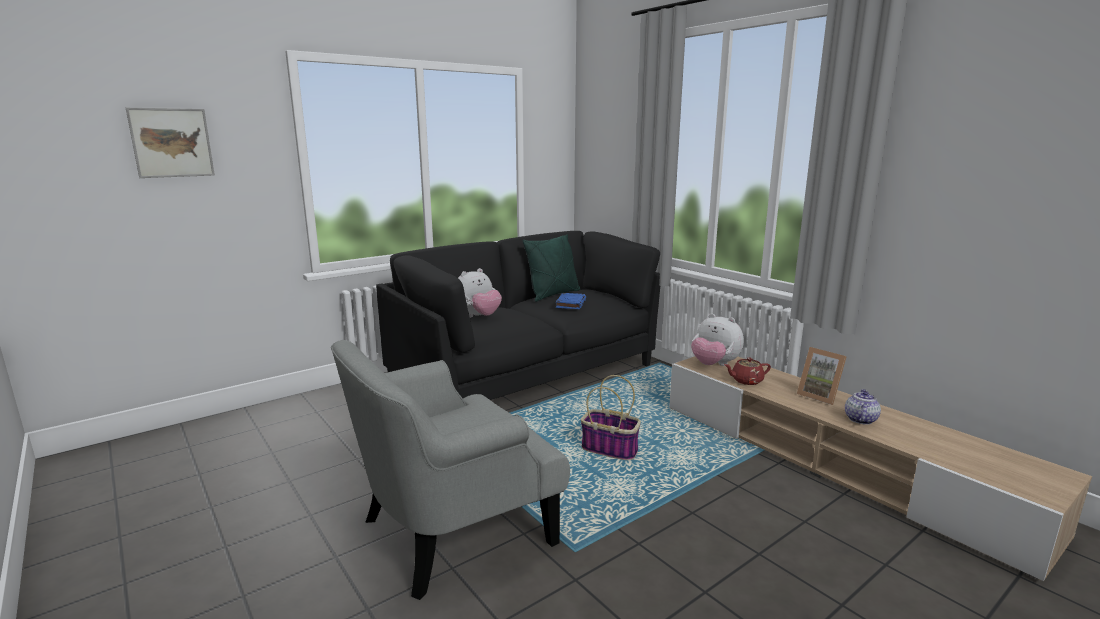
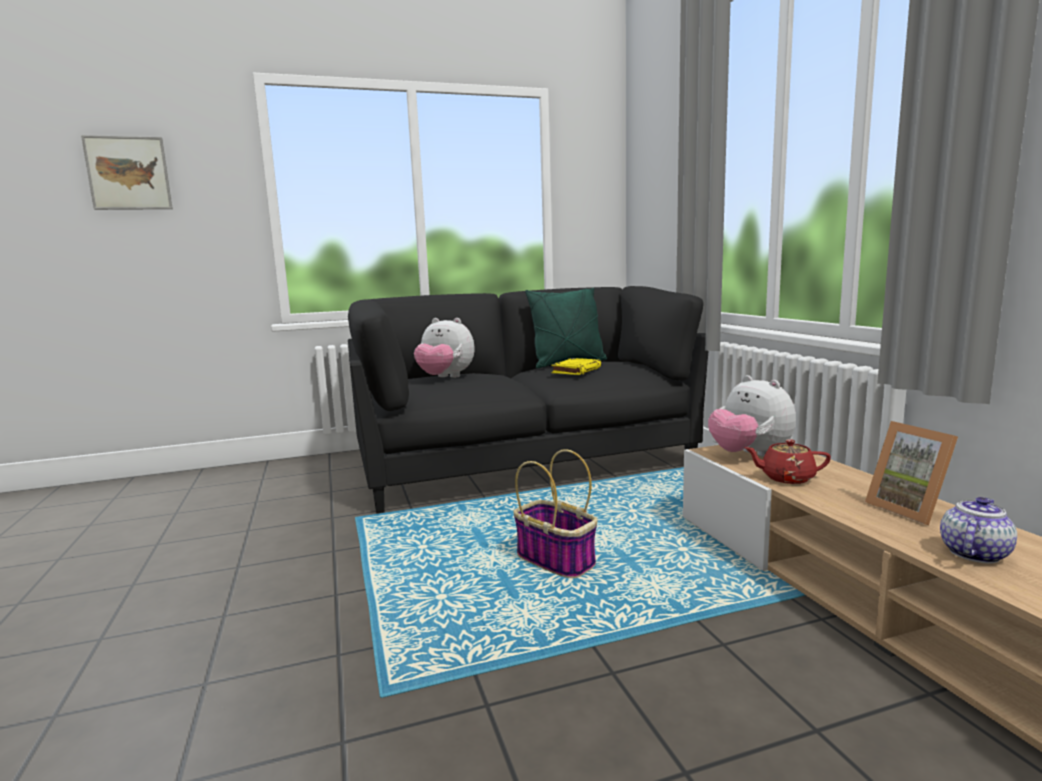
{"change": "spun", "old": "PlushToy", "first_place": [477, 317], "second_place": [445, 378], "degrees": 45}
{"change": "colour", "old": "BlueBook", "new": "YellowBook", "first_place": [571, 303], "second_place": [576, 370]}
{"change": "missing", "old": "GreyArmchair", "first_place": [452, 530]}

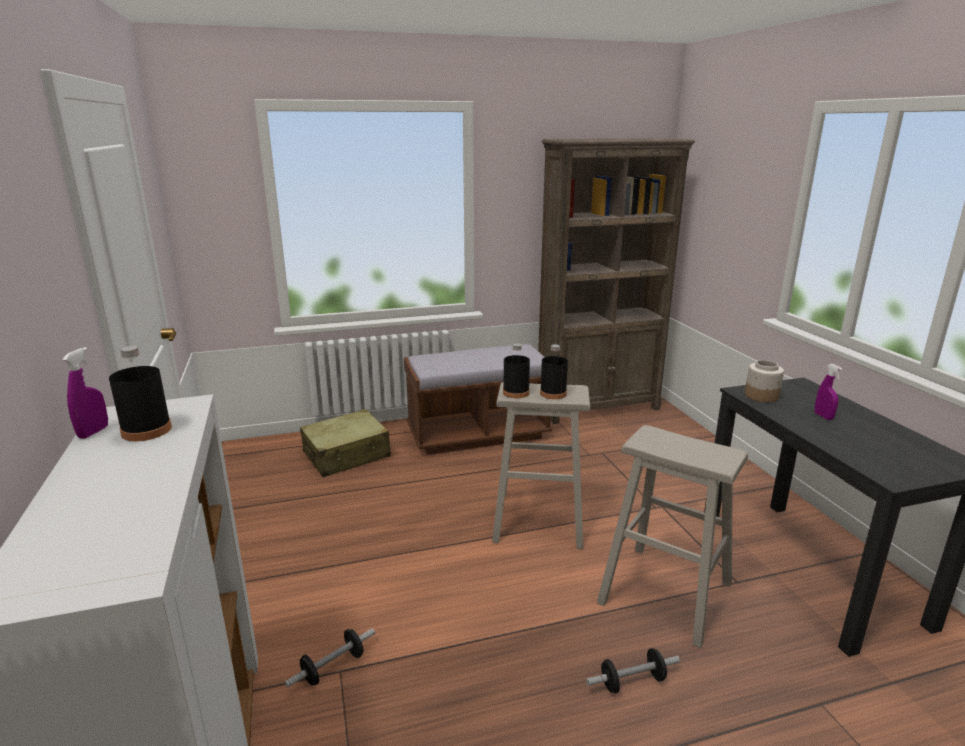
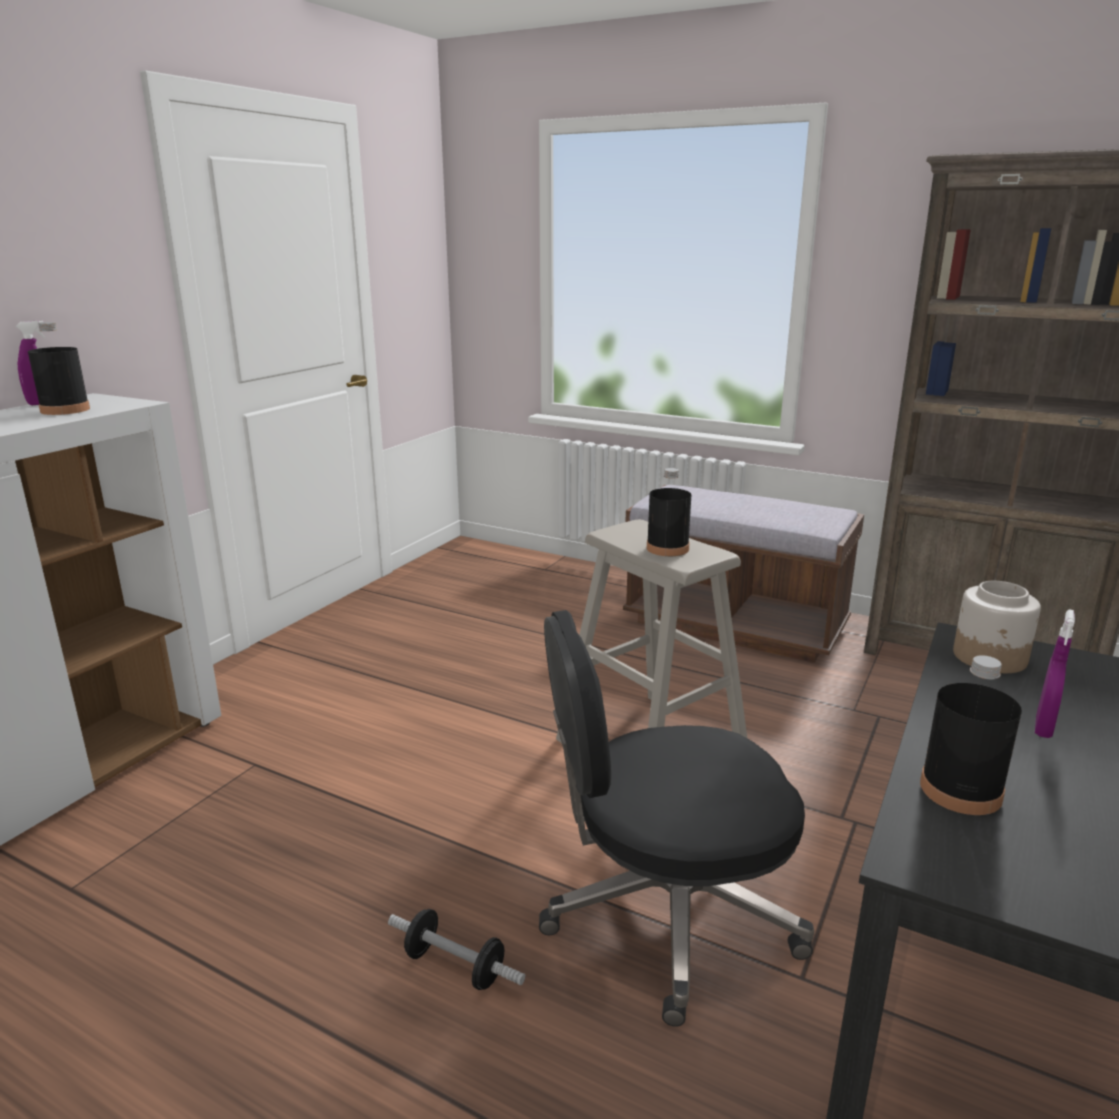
{"change": "relocated", "old": "BlackBottle", "first_place": [516, 393], "second_place": [960, 790]}
{"change": "missing", "old": "BeigeSuitcase", "first_place": [347, 455]}
{"change": "exchanged", "old": "BeigeStool", "new": "BlackOfficeChair", "first_place": [665, 592], "second_place": [666, 914]}
{"change": "missing", "old": "Dumbbell", "first_place": [333, 667]}

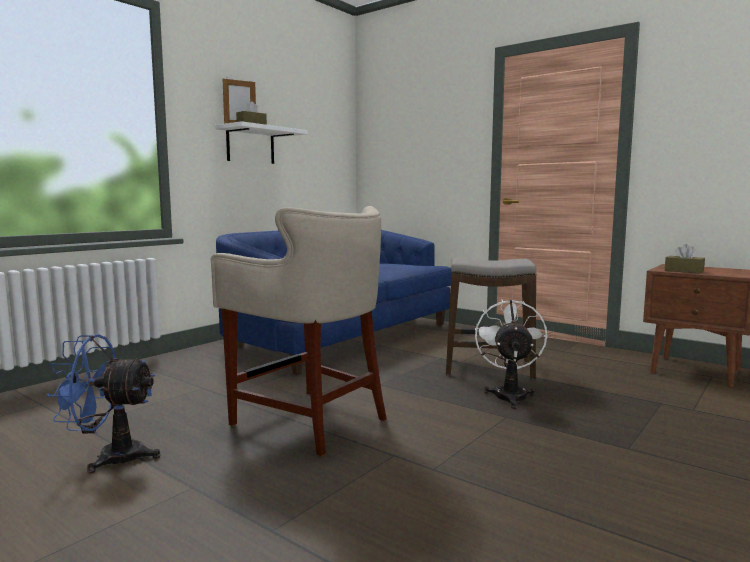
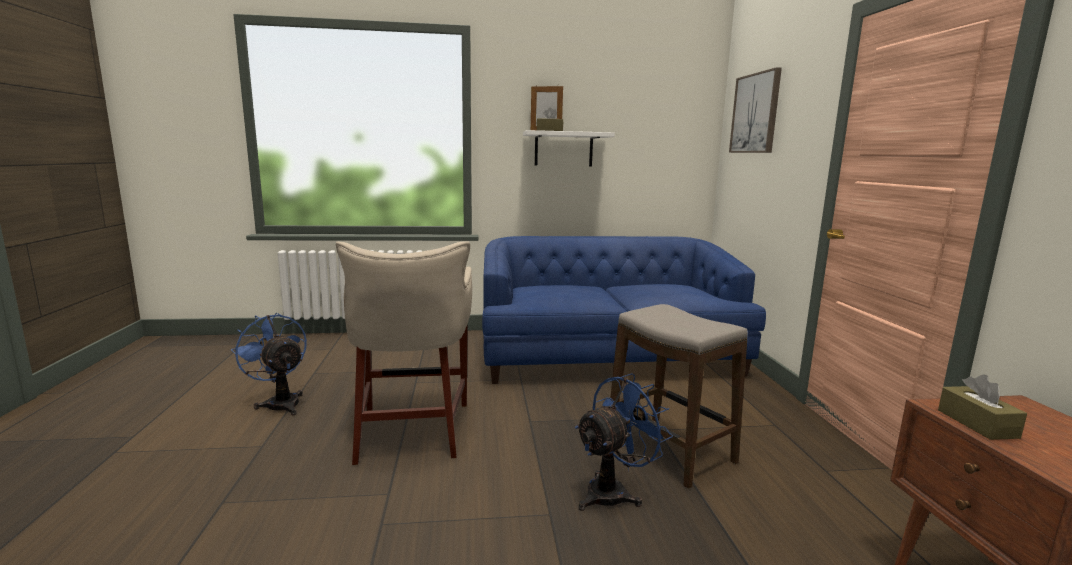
{"change": "colour", "old": "WhiteFan", "new": "BlueFan", "first_place": [509, 394], "second_place": [614, 492]}
{"change": "appeared", "new": "Picture", "second_place": [755, 113]}

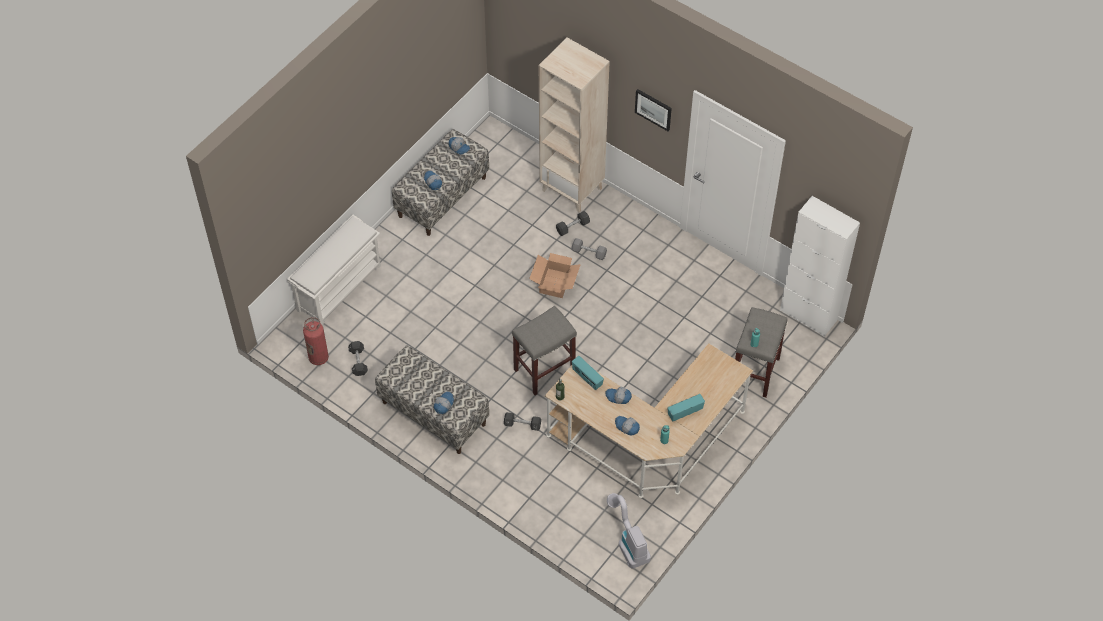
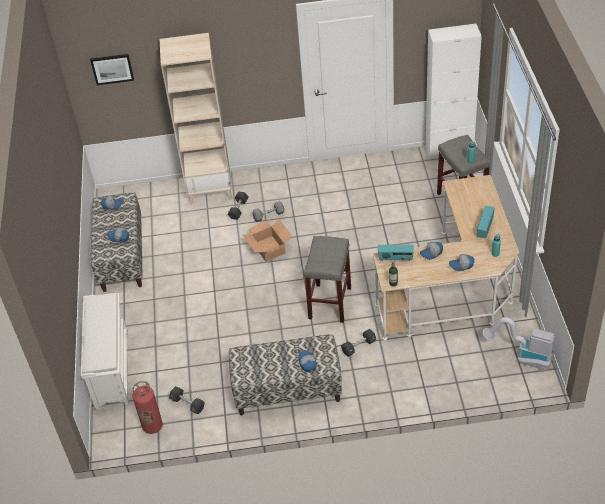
{"change": "relocated", "old": "Picture", "first_place": [653, 109], "second_place": [112, 68]}

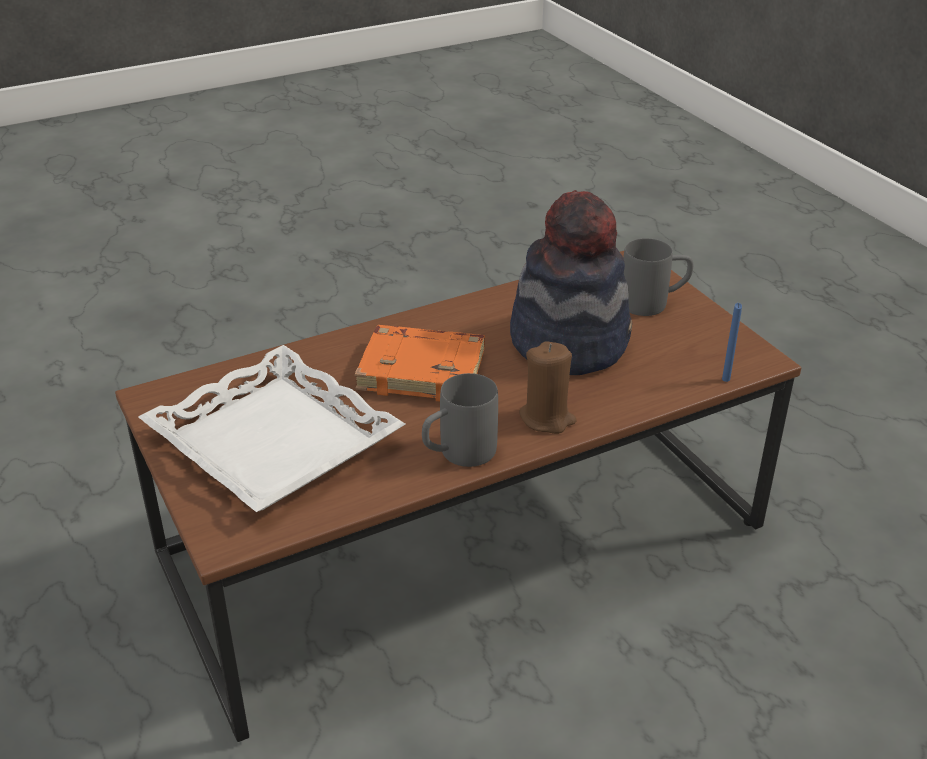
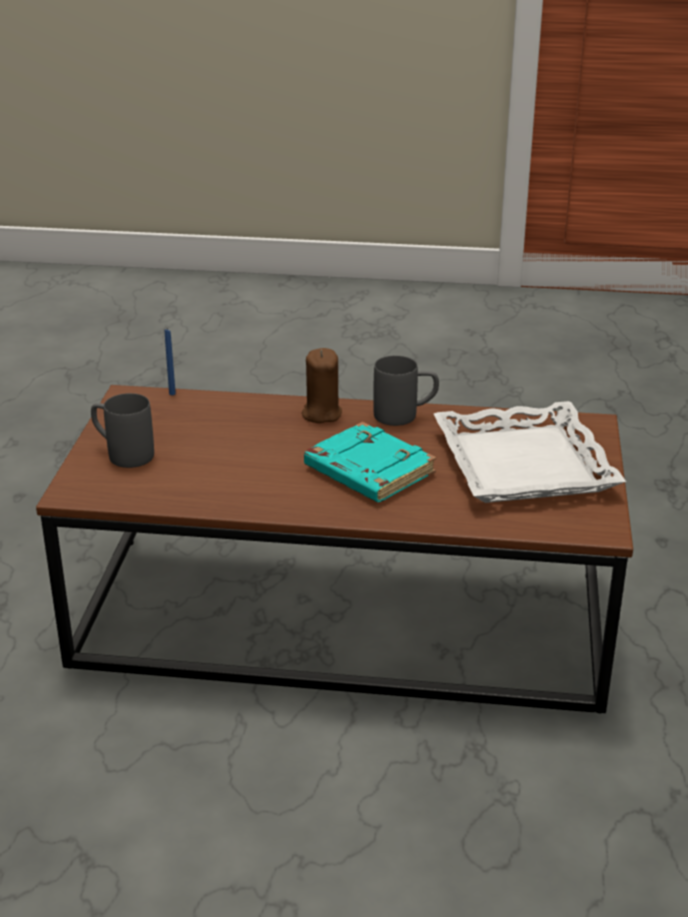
{"change": "missing", "old": "Hat", "first_place": [569, 342]}
{"change": "colour", "old": "OrangeBook", "new": "TurquoiseBook", "first_place": [423, 370], "second_place": [367, 471]}

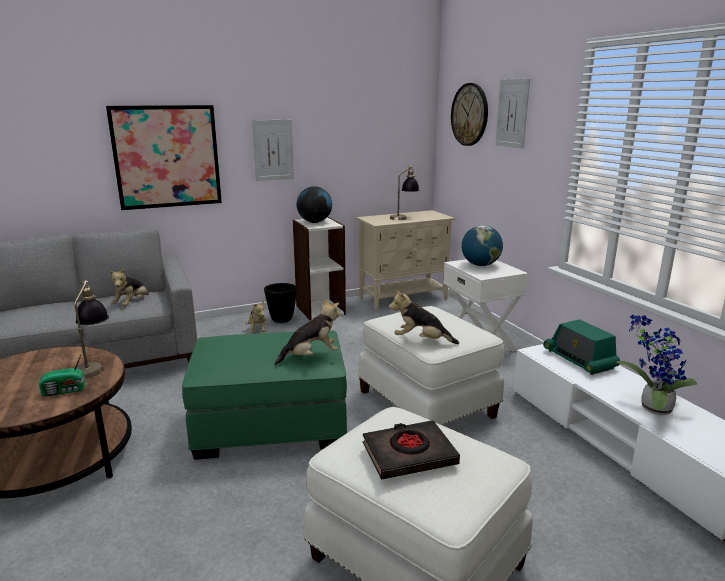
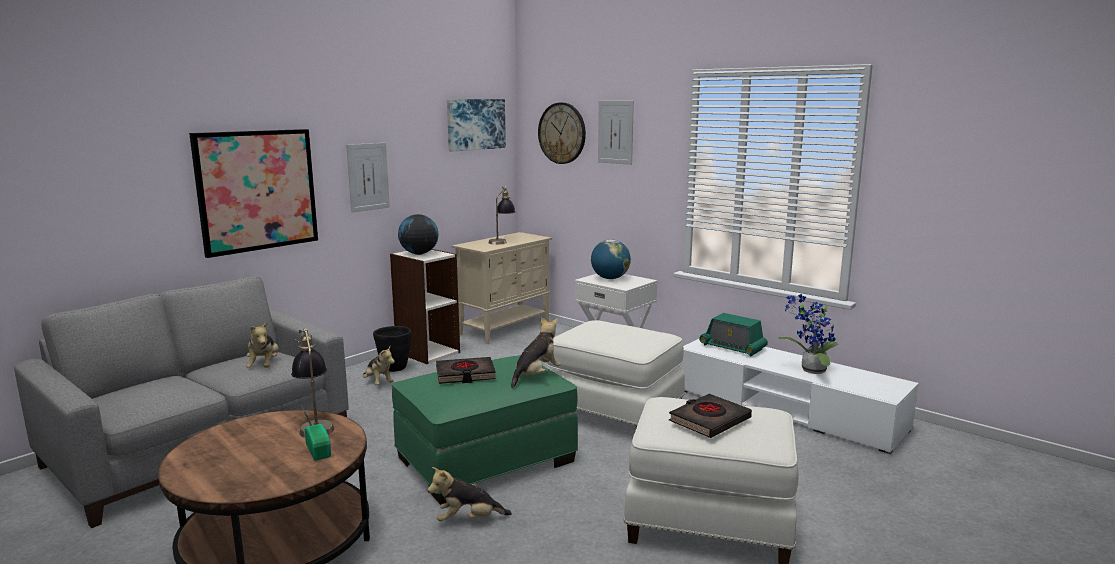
{"change": "relocated", "old": "PlushToy", "first_place": [421, 340], "second_place": [468, 520]}
{"change": "spun", "old": "Radio", "first_place": [65, 391], "second_place": [319, 450], "degrees": -75}
{"change": "appeared", "new": "Picture", "second_place": [475, 124]}
{"change": "appeared", "new": "BlackBook", "second_place": [465, 374]}

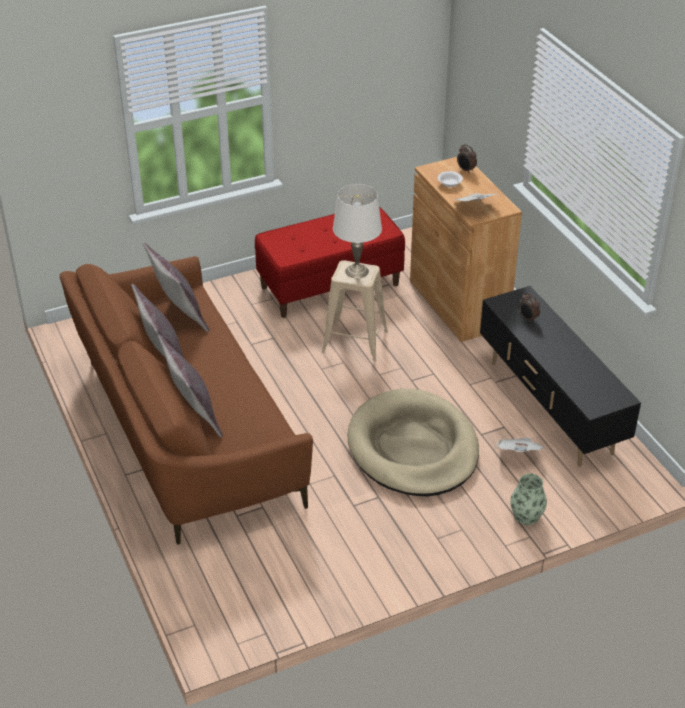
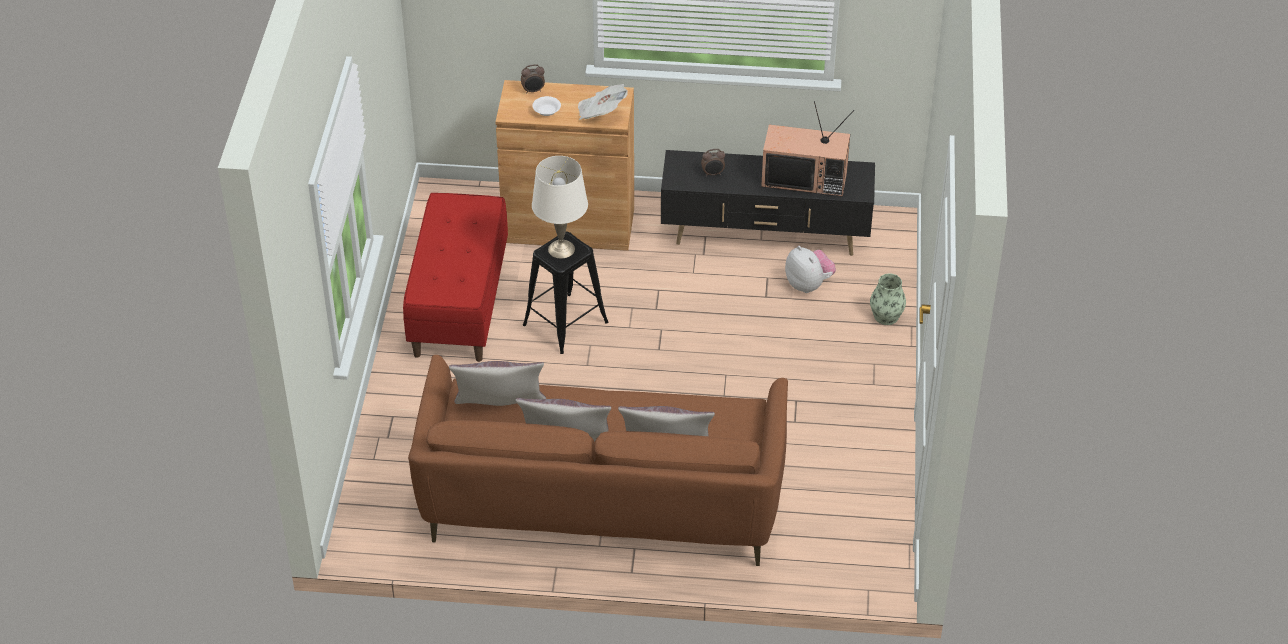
{"change": "colour", "old": "BeigeStool", "new": "BlackStool", "first_place": [355, 341], "second_place": [565, 323]}
{"change": "missing", "old": "BeigeDogBed", "first_place": [413, 448]}
{"change": "exchanged", "old": "Newspaper", "new": "PlushToy", "first_place": [519, 453], "second_place": [808, 284]}
{"change": "appeared", "new": "Television", "second_place": [805, 177]}

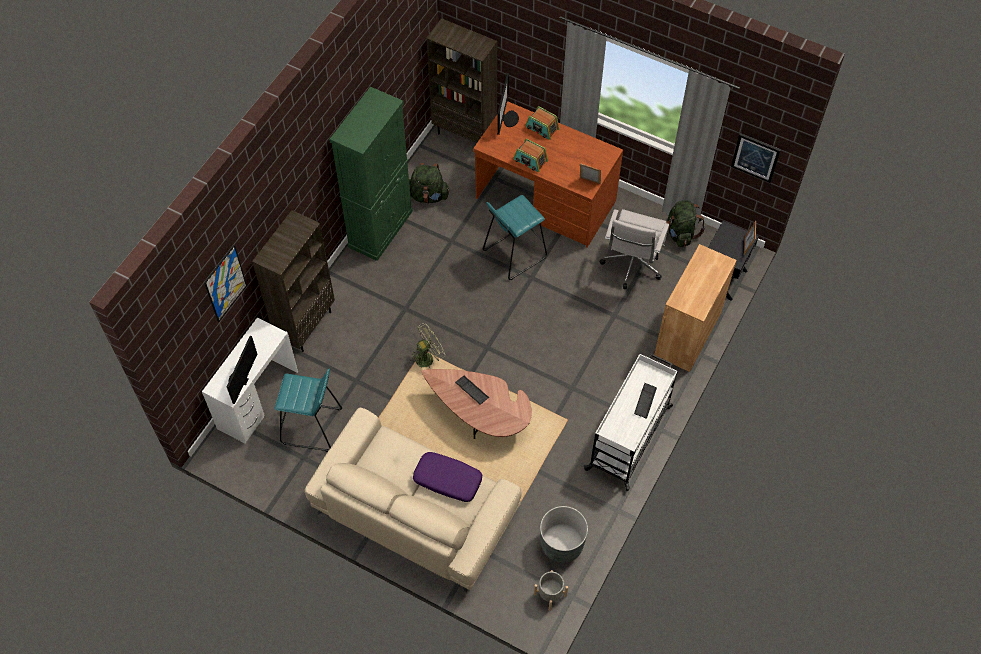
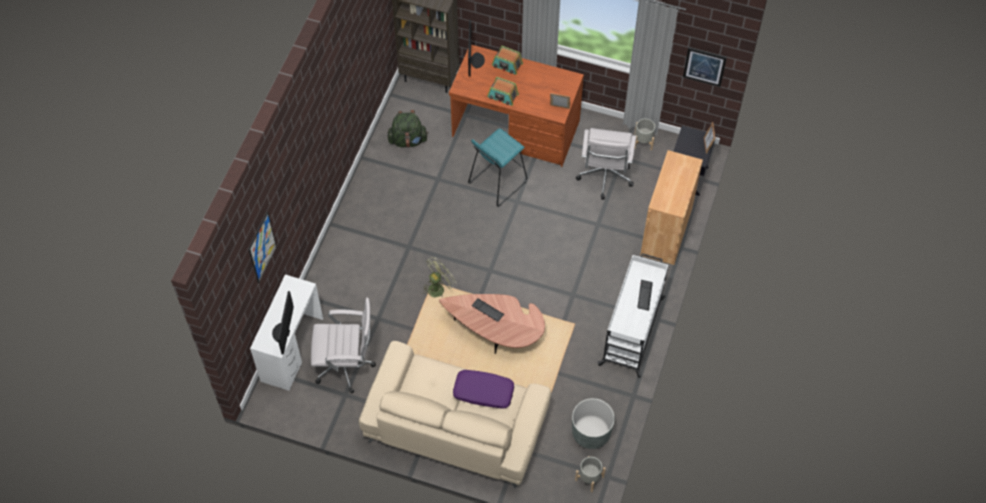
{"change": "missing", "old": "GreenCabinet", "first_place": [380, 228]}
{"change": "exchanged", "old": "GreenBackpack", "new": "GreyPlanter", "first_place": [680, 233], "second_place": [643, 141]}
{"change": "missing", "old": "BrownBookcase", "first_place": [306, 326]}
{"change": "exchanged", "old": "TurquoiseStool", "new": "WhiteOfficeChair", "first_place": [312, 427], "second_place": [347, 366]}

